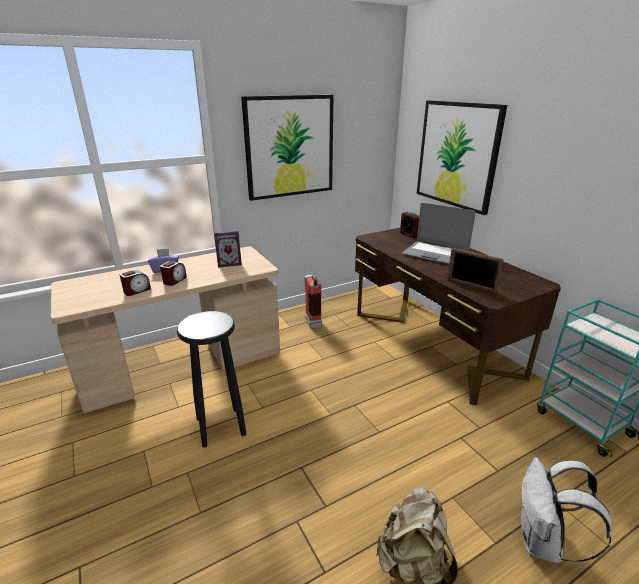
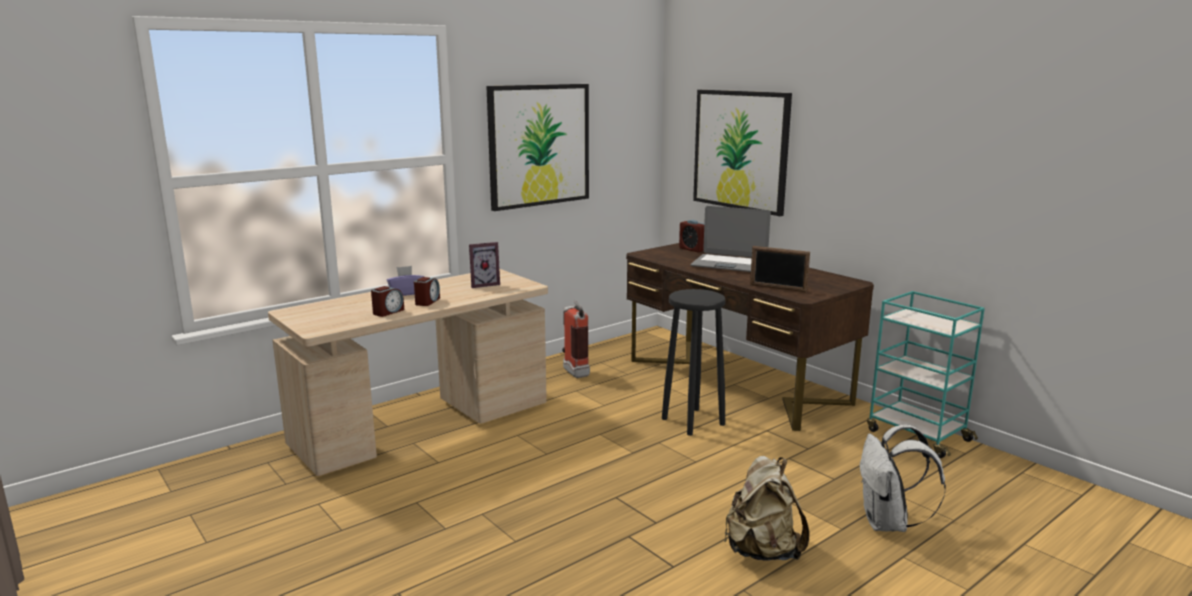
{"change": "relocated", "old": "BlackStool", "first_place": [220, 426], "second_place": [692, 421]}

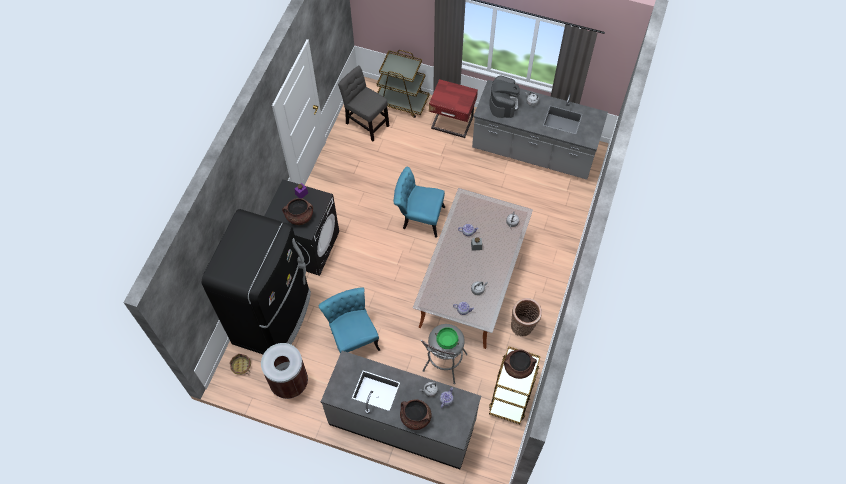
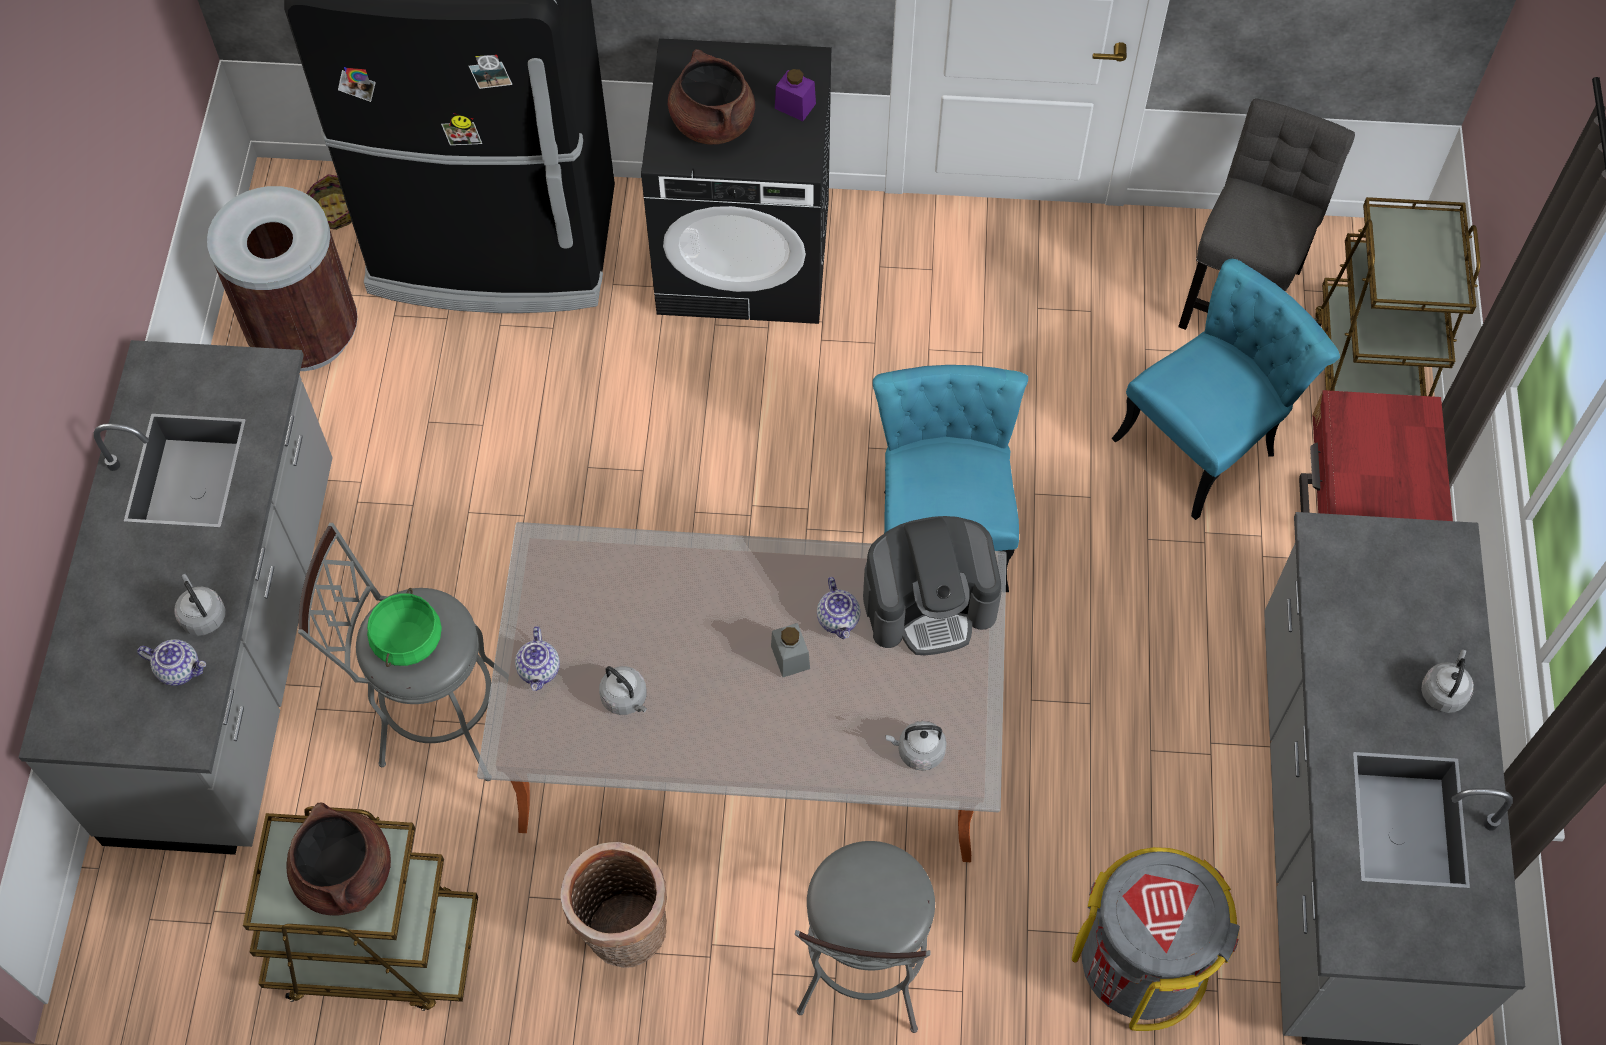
{"change": "relocated", "old": "CoffeeMachine", "first_place": [503, 103], "second_place": [929, 603]}
{"change": "relocated", "old": "TurquoiseChair", "first_place": [353, 336], "second_place": [1207, 438]}
{"change": "missing", "old": "BrownCookingPot", "first_place": [415, 417]}
{"change": "appeared", "new": "GreyStool", "second_place": [862, 978]}
{"change": "appeared", "new": "GreyTrashCan", "second_place": [1141, 962]}

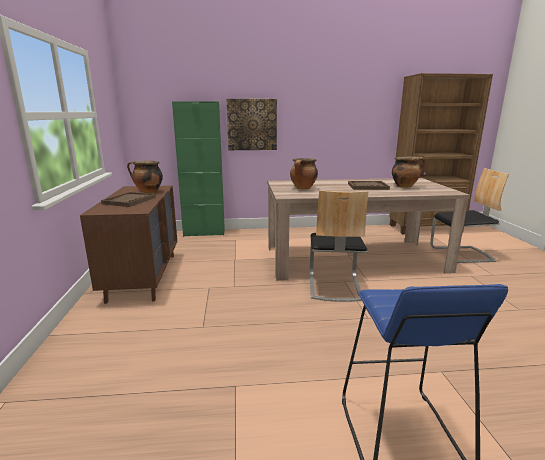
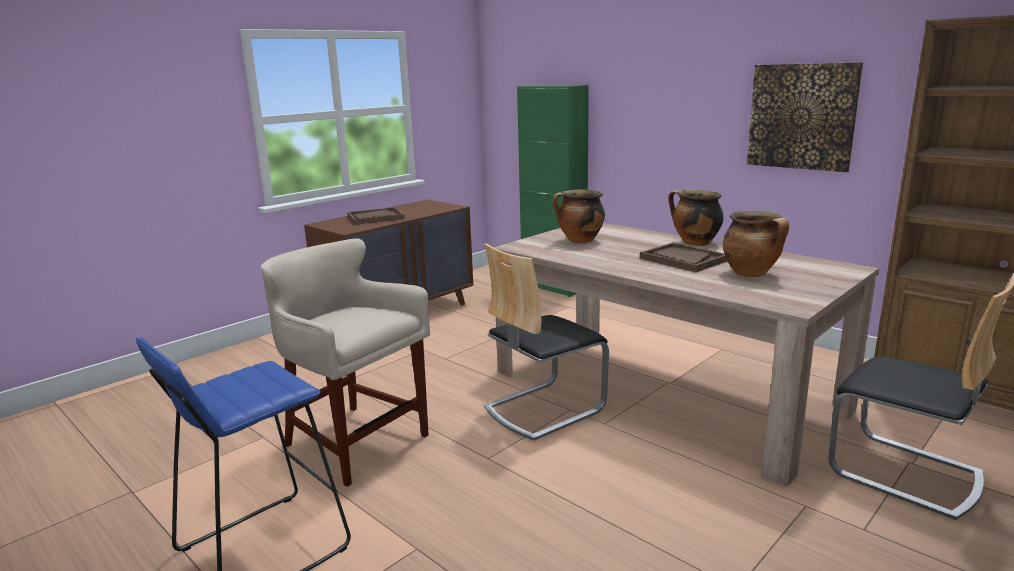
{"change": "relocated", "old": "Picture", "first_place": [252, 124], "second_place": [802, 116]}
{"change": "relocated", "old": "CookingPot", "first_place": [148, 192], "second_place": [694, 243]}
{"change": "appeared", "new": "BeigeStool", "second_place": [355, 443]}

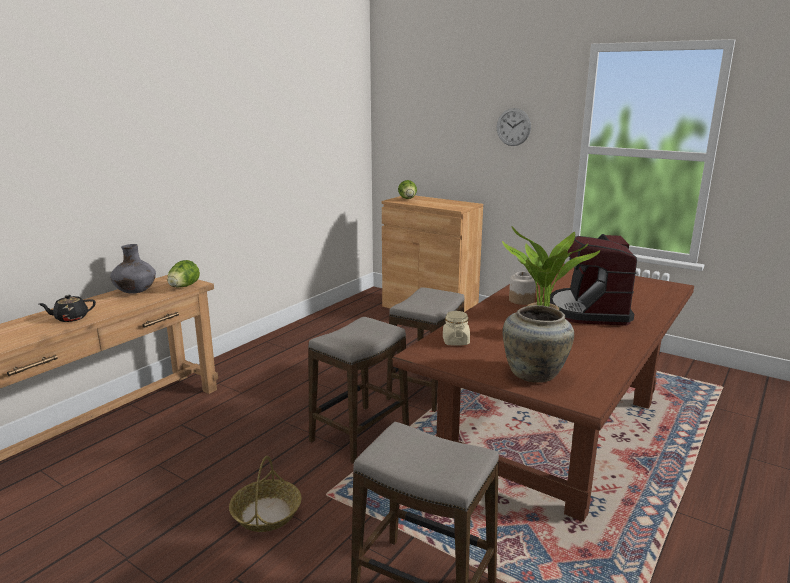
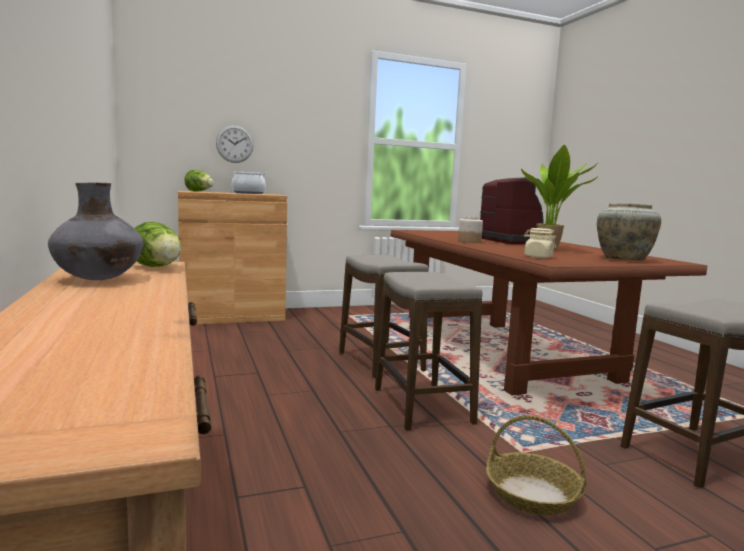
{"change": "relocated", "old": "WallClock", "first_place": [513, 127], "second_place": [234, 144]}
{"change": "spun", "old": "CoffeeMachine", "first_place": [588, 311], "second_place": [514, 241], "degrees": -150}
{"change": "missing", "old": "BlackTeapot", "first_place": [70, 318]}
{"change": "appeared", "new": "CookingPot", "second_place": [248, 193]}

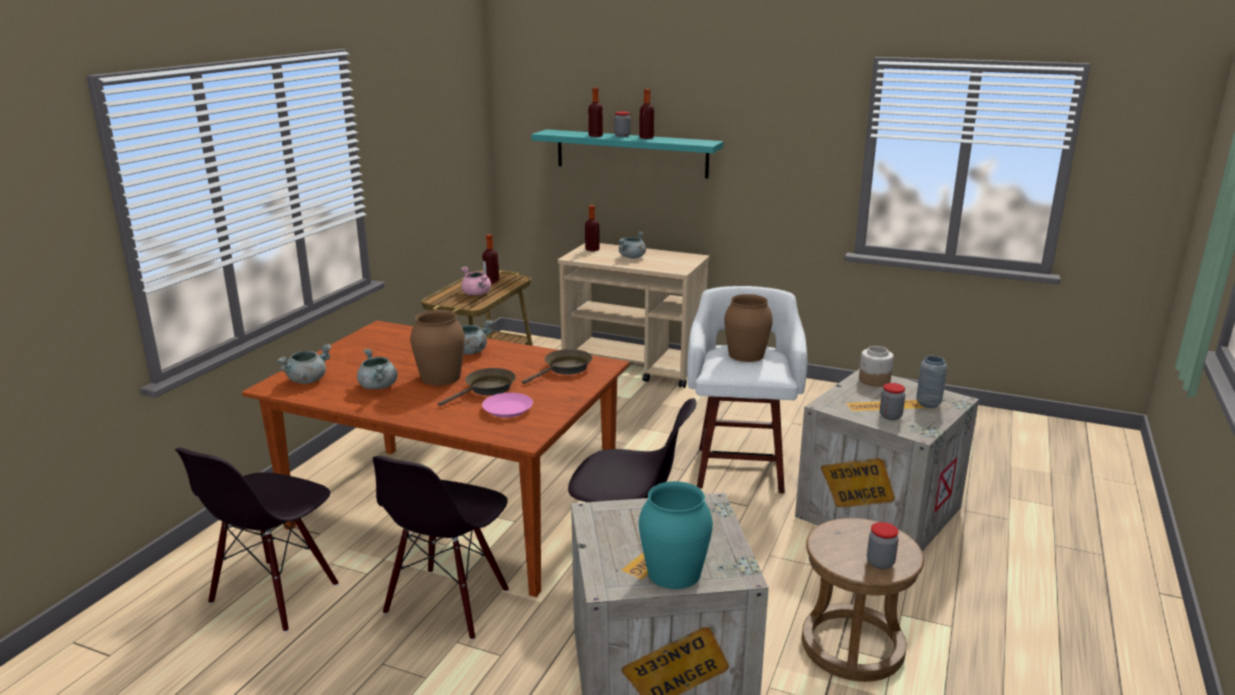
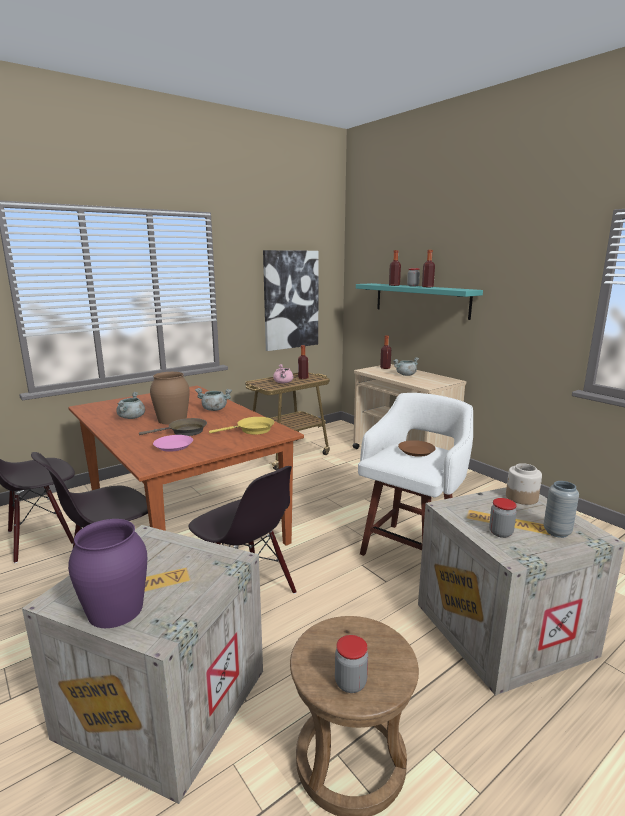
{"change": "exchanged", "old": "BrownVase", "new": "BrownPlate", "first_place": [746, 355], "second_place": [416, 451]}
{"change": "missing", "old": "GreyCookingPot", "first_place": [307, 380]}
{"change": "colour", "old": "BrownFryingPan", "new": "YellowFryingPan", "first_place": [565, 369], "second_place": [252, 430]}
{"change": "colour", "old": "TurquoiseVase", "new": "PurpleVase", "first_place": [674, 572], "second_place": [116, 609]}
{"change": "appeared", "new": "Picture", "second_place": [291, 300]}

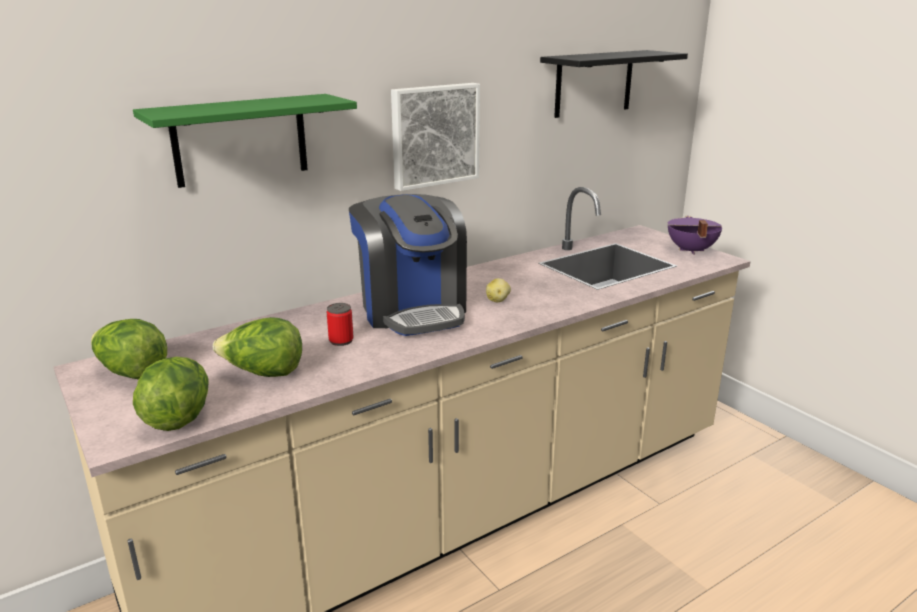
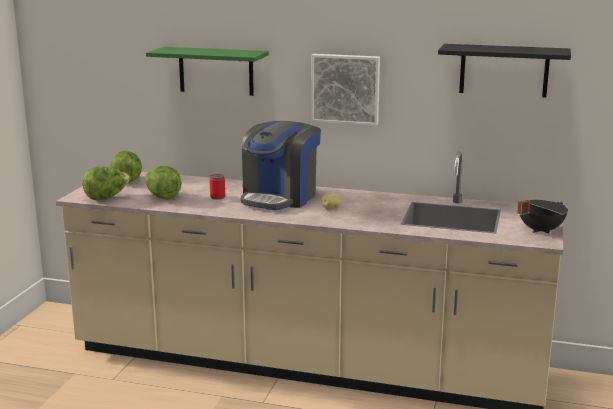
{"change": "colour", "old": "PurpleCookingPot", "new": "BlackCookingPot", "first_place": [690, 250], "second_place": [539, 230]}

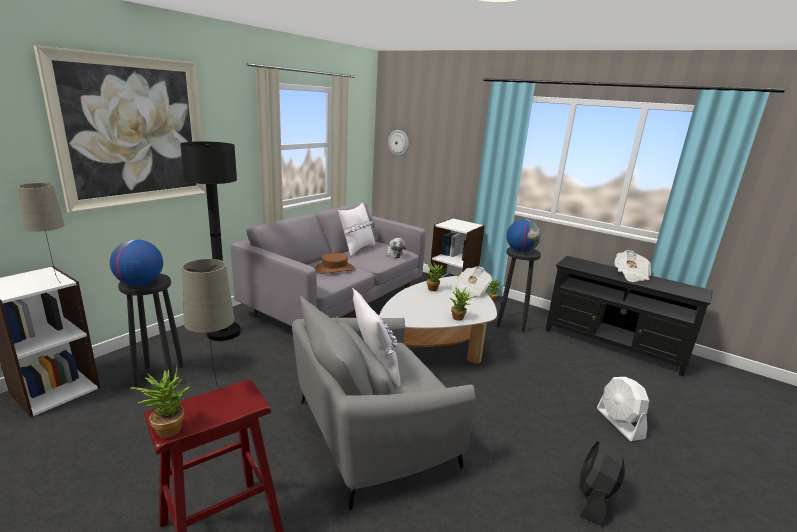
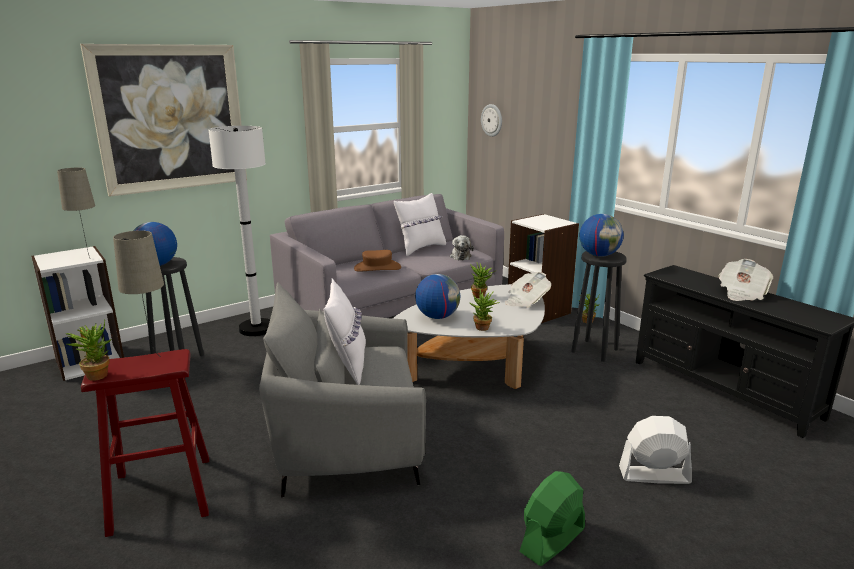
{"change": "colour", "old": "BlackFloorLamp", "new": "WhiteFloorLamp", "first_place": [223, 332], "second_place": [256, 328]}
{"change": "spun", "old": "WhiteFan", "first_place": [619, 423], "second_place": [654, 475], "degrees": 90}
{"change": "colour", "old": "BlackFan", "new": "GreenFan", "first_place": [594, 499], "second_place": [552, 540]}
{"change": "appeared", "new": "Globe", "second_place": [437, 317]}

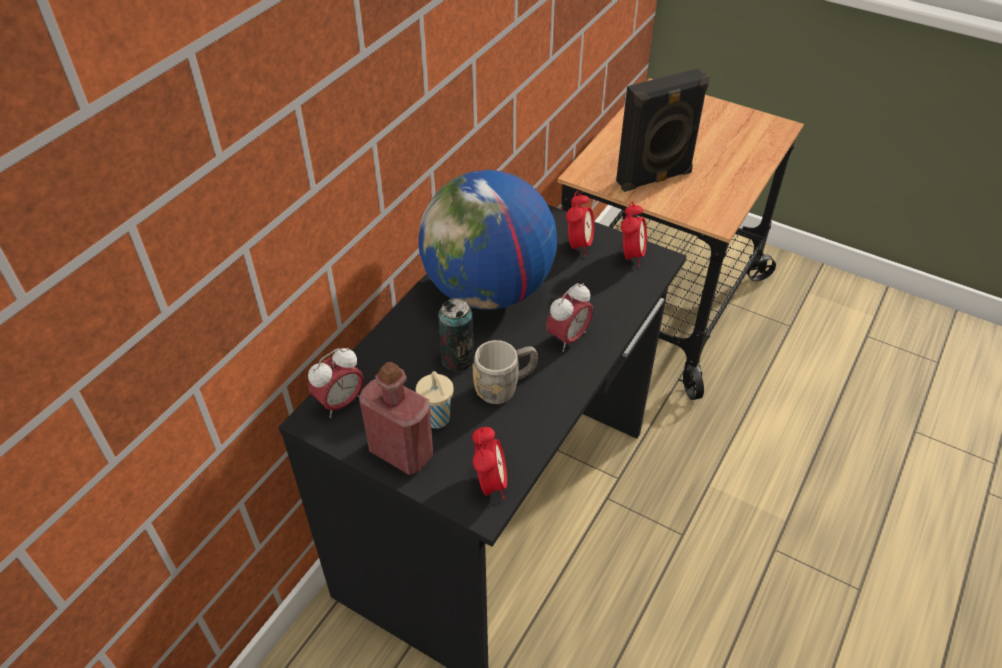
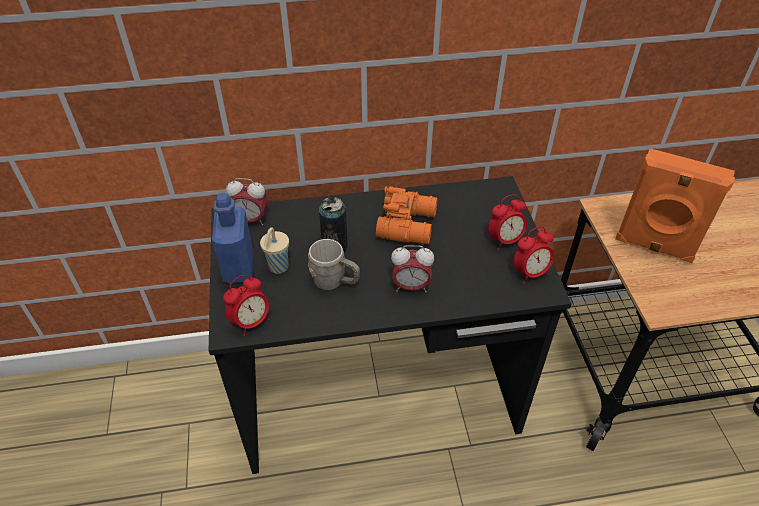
{"change": "colour", "old": "BlackSpeaker", "new": "OrangeSpeaker", "first_place": [655, 179], "second_place": [653, 247]}
{"change": "exchanged", "old": "Globe", "new": "OrangeBinoculars", "first_place": [488, 291], "second_place": [408, 224]}
{"change": "colour", "old": "RedBottle", "new": "BlueBottle", "first_place": [401, 452], "second_place": [238, 267]}

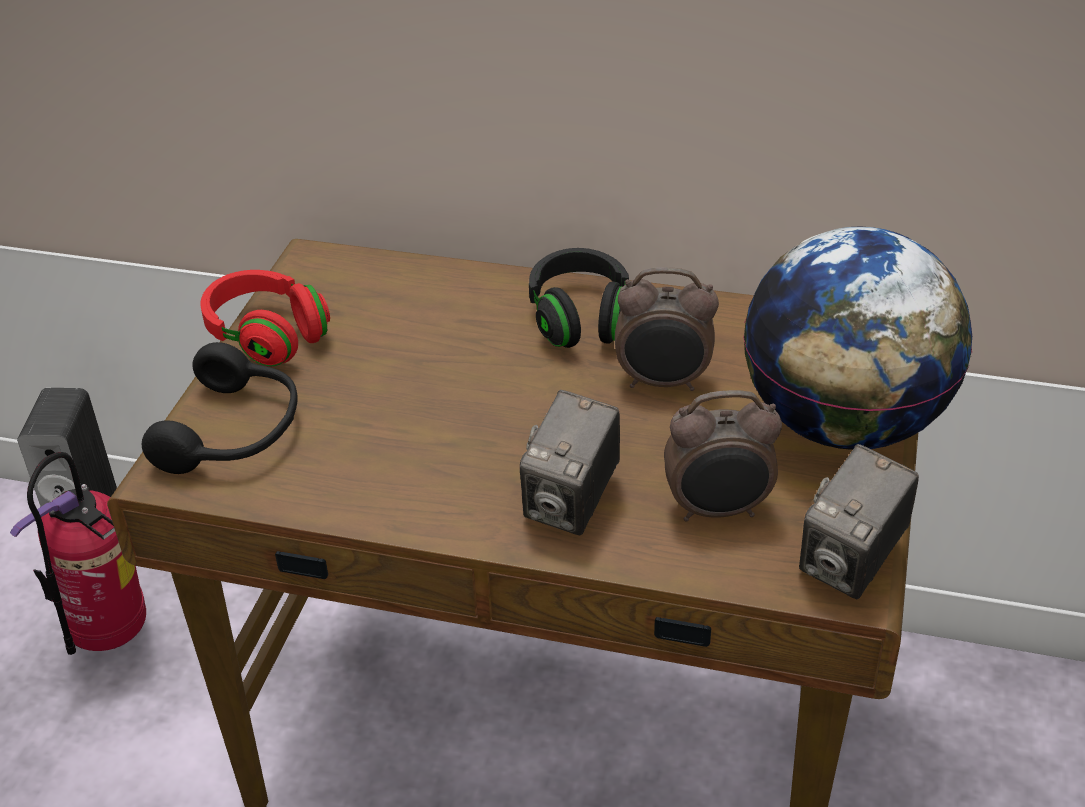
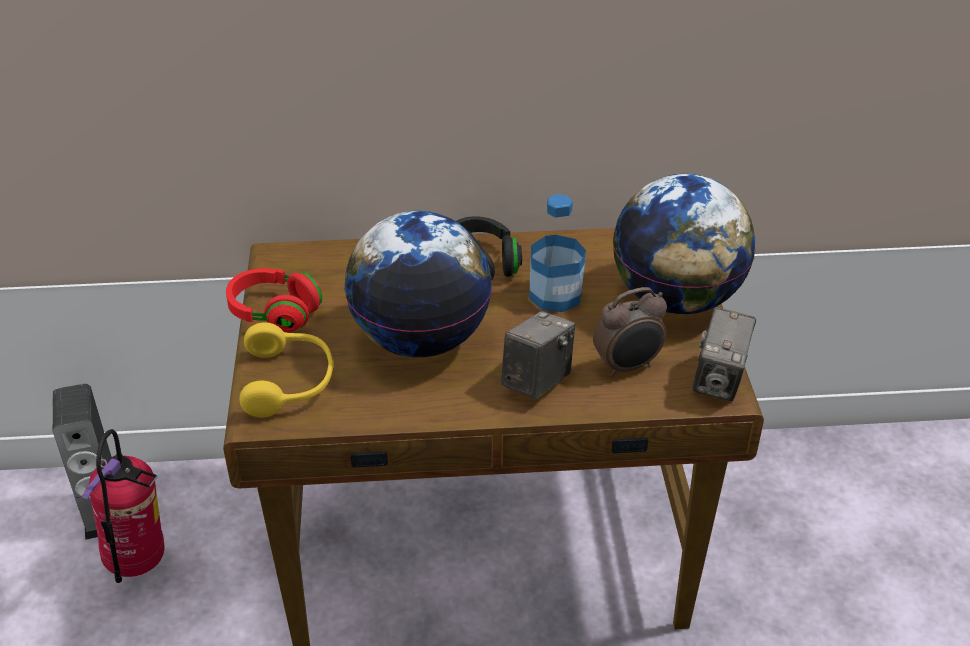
{"change": "exchanged", "old": "AlarmClock", "new": "Bottle", "first_place": [663, 383], "second_place": [555, 295]}
{"change": "colour", "old": "BlackHeadphones", "new": "YellowHeadphones", "first_place": [235, 432], "second_place": [290, 381]}
{"change": "spun", "old": "PhotoCamera", "first_place": [572, 503], "second_place": [537, 381], "degrees": -150}
{"change": "appeared", "new": "Globe", "second_place": [421, 339]}

